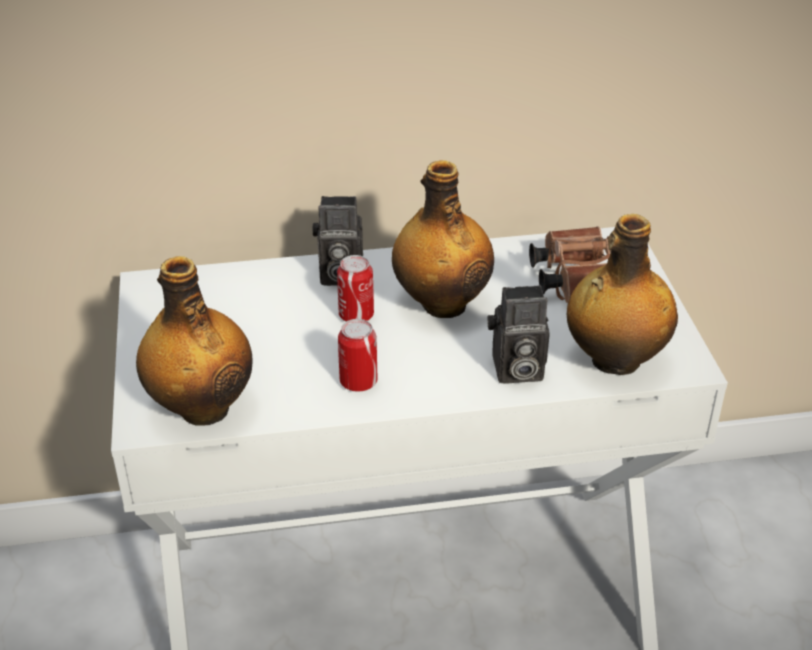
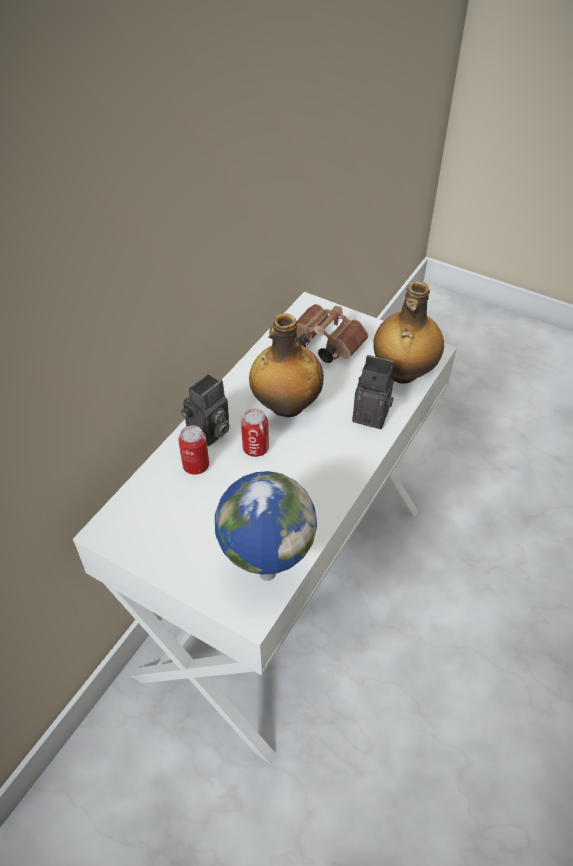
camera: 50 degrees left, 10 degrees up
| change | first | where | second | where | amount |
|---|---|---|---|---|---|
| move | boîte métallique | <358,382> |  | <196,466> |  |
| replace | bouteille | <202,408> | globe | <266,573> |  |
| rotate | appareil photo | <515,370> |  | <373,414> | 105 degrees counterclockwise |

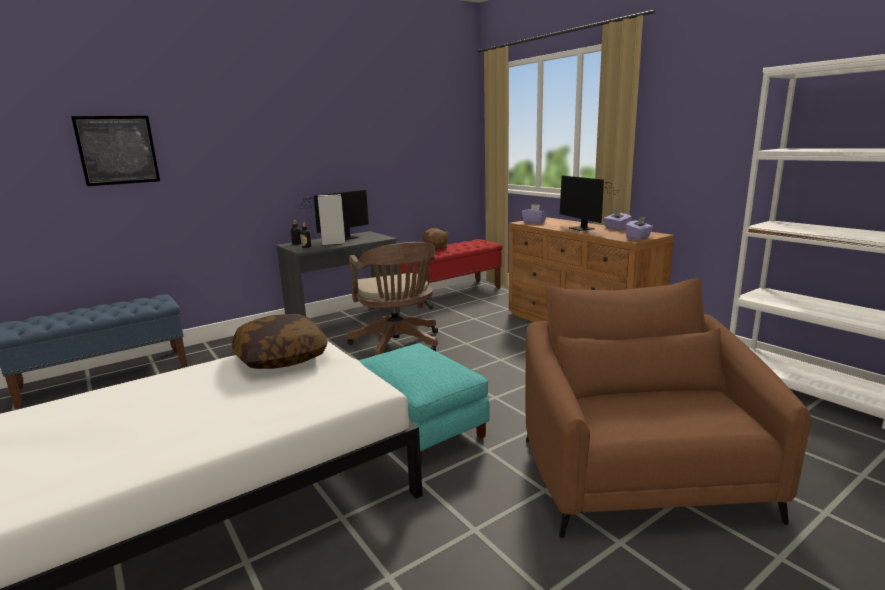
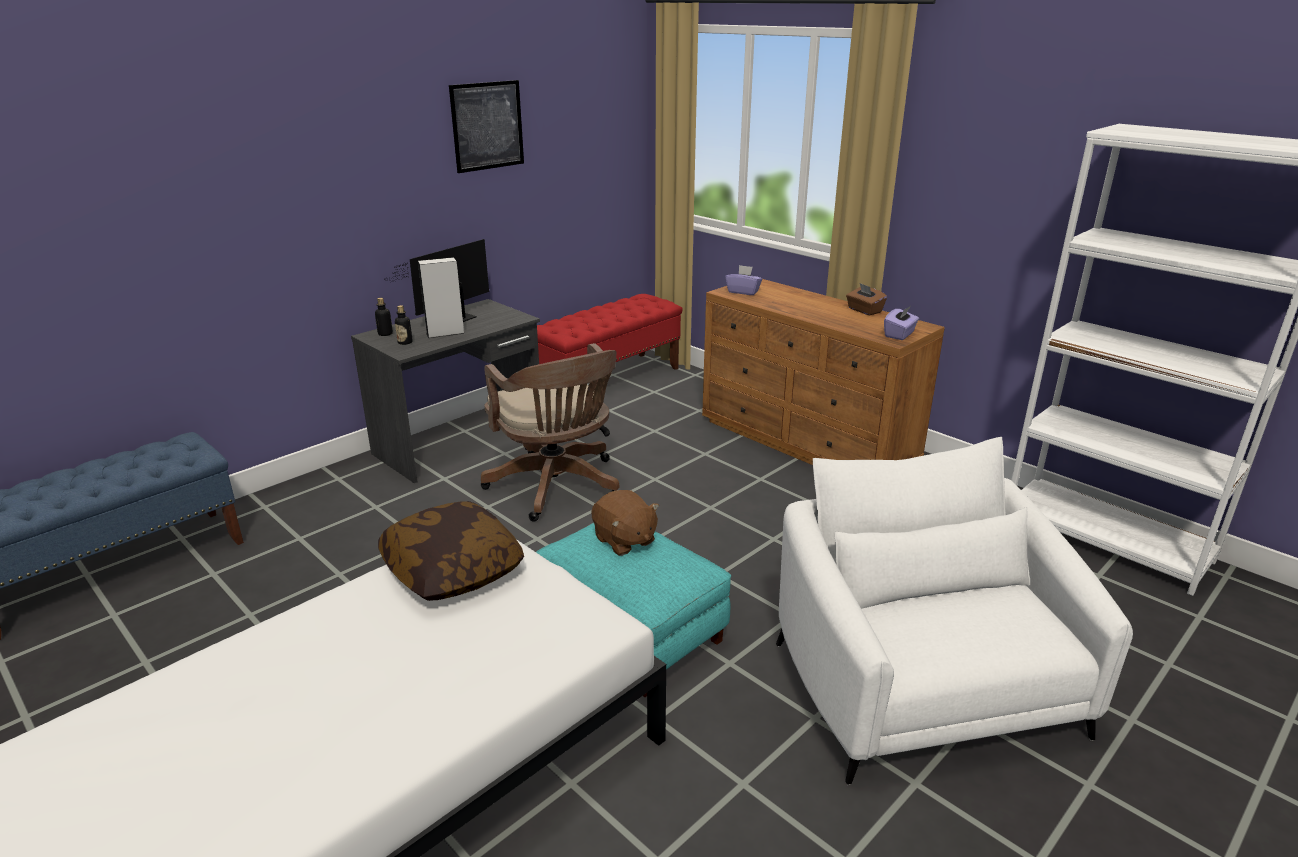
camera: 10 degrees left, 10 degrees up
| change | first | where | second | where | amount |
|---|---|---|---|---|---|
| move | tableau | <117,150> |  | <487,126> |  |
| move | peluche/marron | <435,248> |  | <624,540> |  |
| recolor | fauteuil/marron | <640,475> | fauteuil/blanc | <923,686> |  |
| recolor | boîte à mouchoirs/violet | <616,228> | boîte à mouchoirs/marron | <864,310> |  |
| delete | écran d'ordinateur | <583,229> |  |  |  |

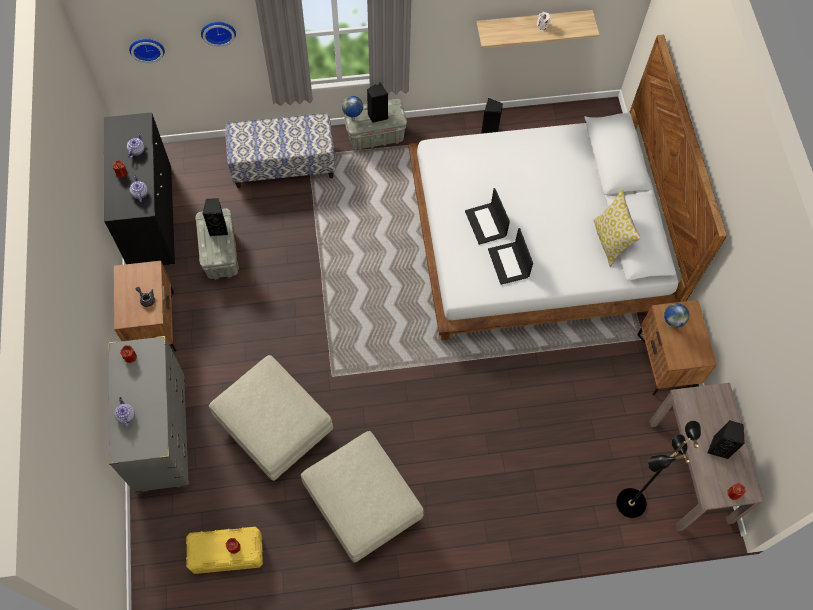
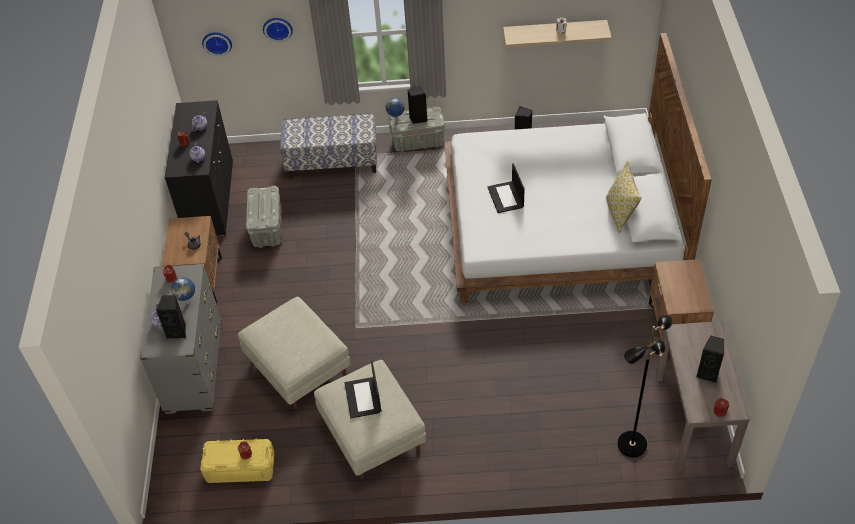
camera: 10 degrees right, 15 degrees down
| change | first | where | second | where | amount |
|---|---|---|---|---|---|
| move | enceinte/noir | <219,228> |  | <178,331> |  |
| move | globe | <670,324> |  | <188,302> |  |
| move | ordinateur portable | <509,263> |  | <363,398> |  |

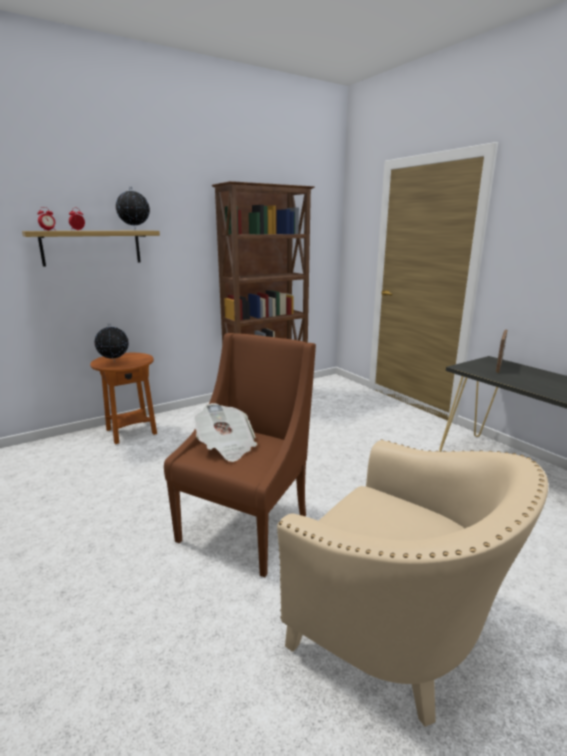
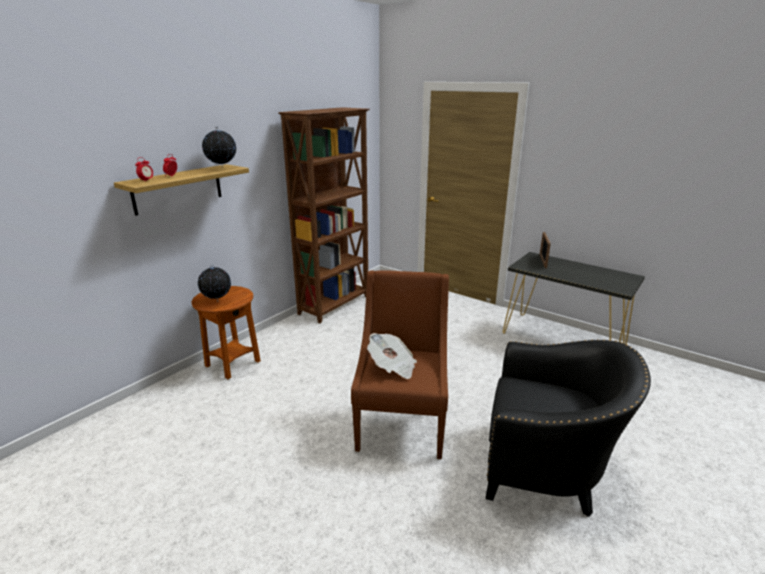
camera: 20 degrees left, 5 degrees up
| change | first | where | second | where | amount |
|---|---|---|---|---|---|
| recolor | fauteuil/beige | <398,633> | fauteuil/noir | <546,470> |  |

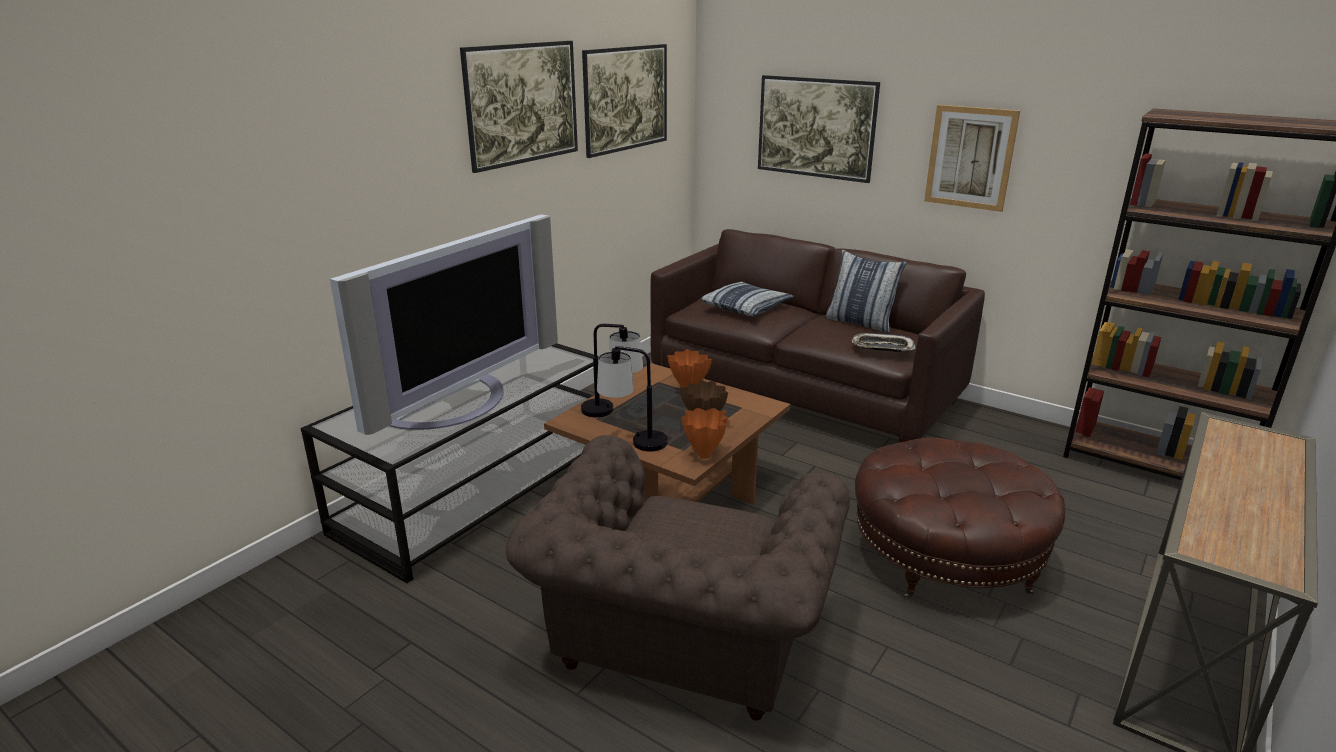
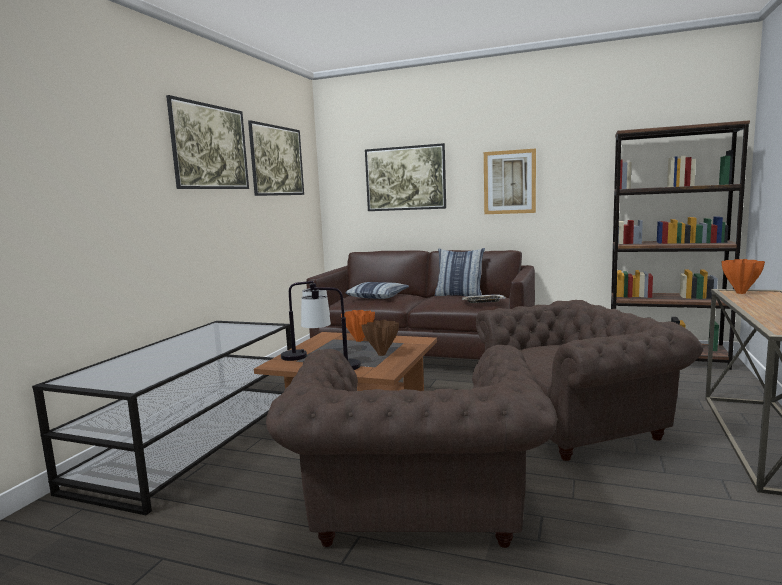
camera: 15 degrees left, 15 degrees down
| change | first | where | second | where | amount |
|---|---|---|---|---|---|
| replace | pouf/marron | <945,557> | fauteuil/marron | <577,422> |  |
| move | vase/orange | <703,456> |  | <740,293> |  |
| delete | téléviseur | <455,403> |  |  |  |

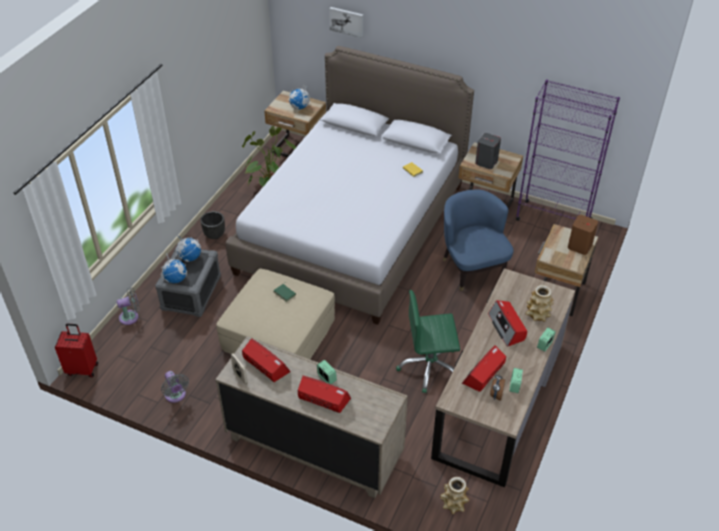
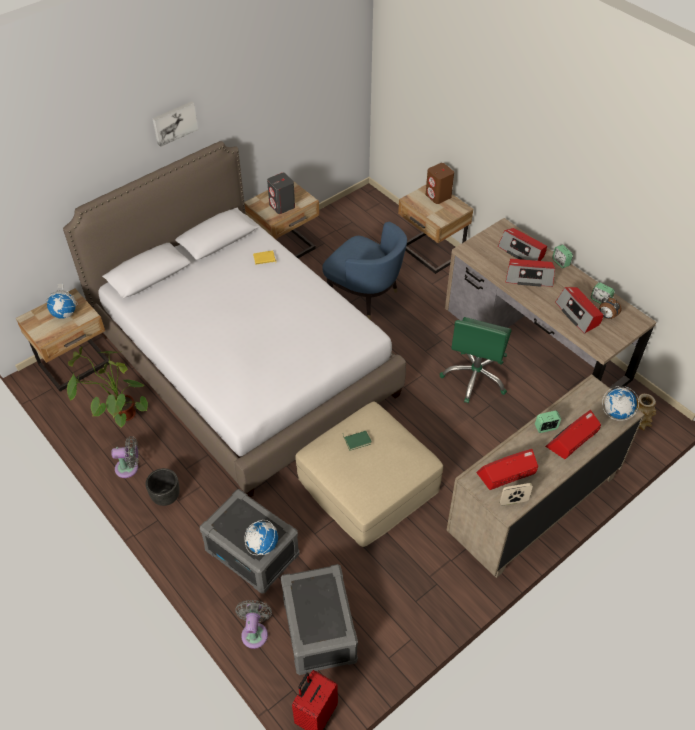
camera: 65 degrees left, 5 degrees up
| change | first | where | second | where | amount |
|---|---|---|---|---|---|
| move | ventilateur/gris | <176,396> |  | <129,468> |  |
| move | tableau | <347,21> |  | <174,123> |  |
| insert |  |  | boîte de rangement/gris | <320,629> |  |
| rotate | fauteuil/bleu | <472,268> |  | <364,296> | 150 degrees counterclockwise |
| replace | vase | <537,314> | radio | <522,252> |  |
| move | globe | <190,257> |  | <616,413> |  |
| delete | bibliothèque/violet | <553,219> |  |  |  |

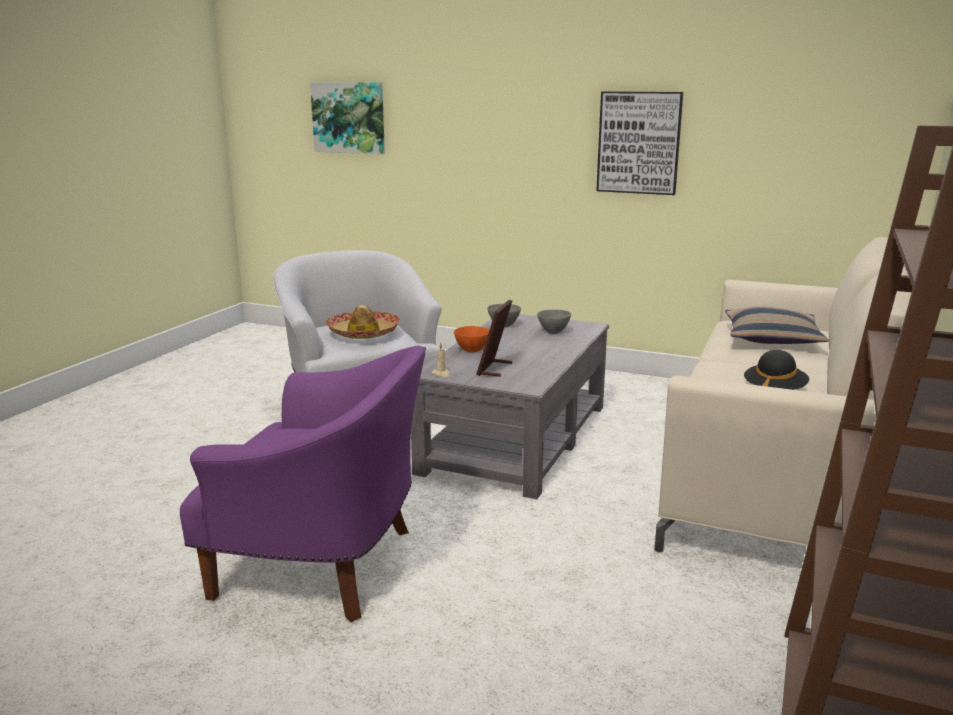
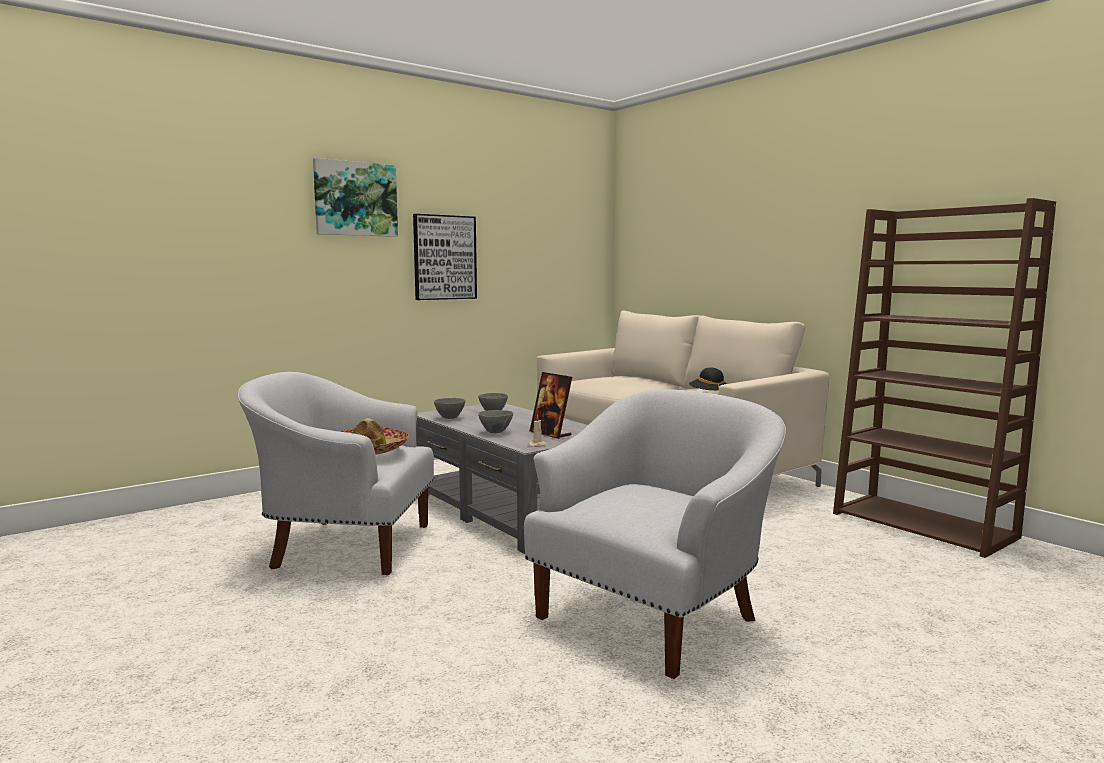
camera: 60 degrees left, 10 degrees down
| change | first | where | second | where | amount |
|---|---|---|---|---|---|
| move | tableau | <349,117> |  | <355,199> |  |
| recolor | bol/orange | <472,350> | bol/gris | <495,432> |  |
| recolor | fauteuil/violet | <324,565> | fauteuil/blanc | <654,617> |  |
| delete | coussin | <772,338> |  |  |  |

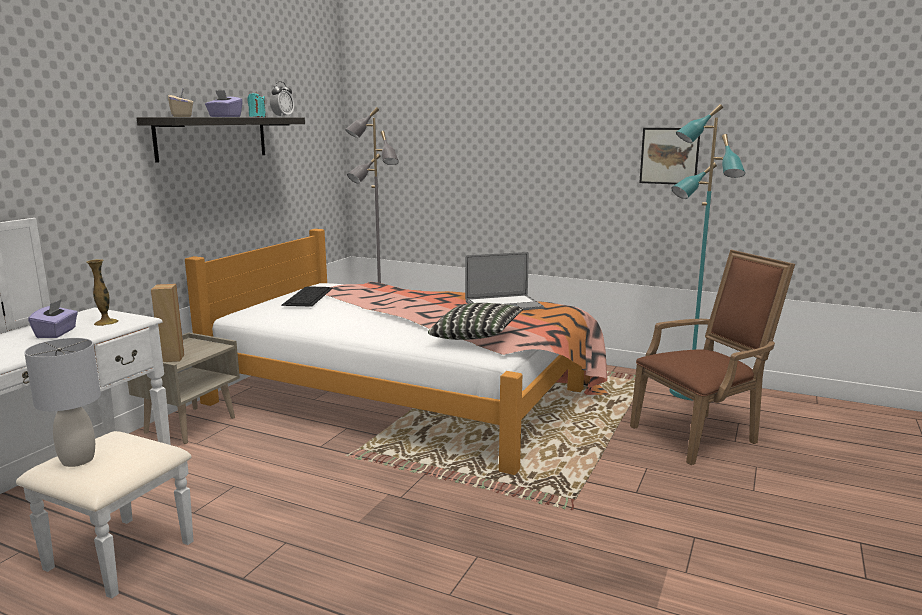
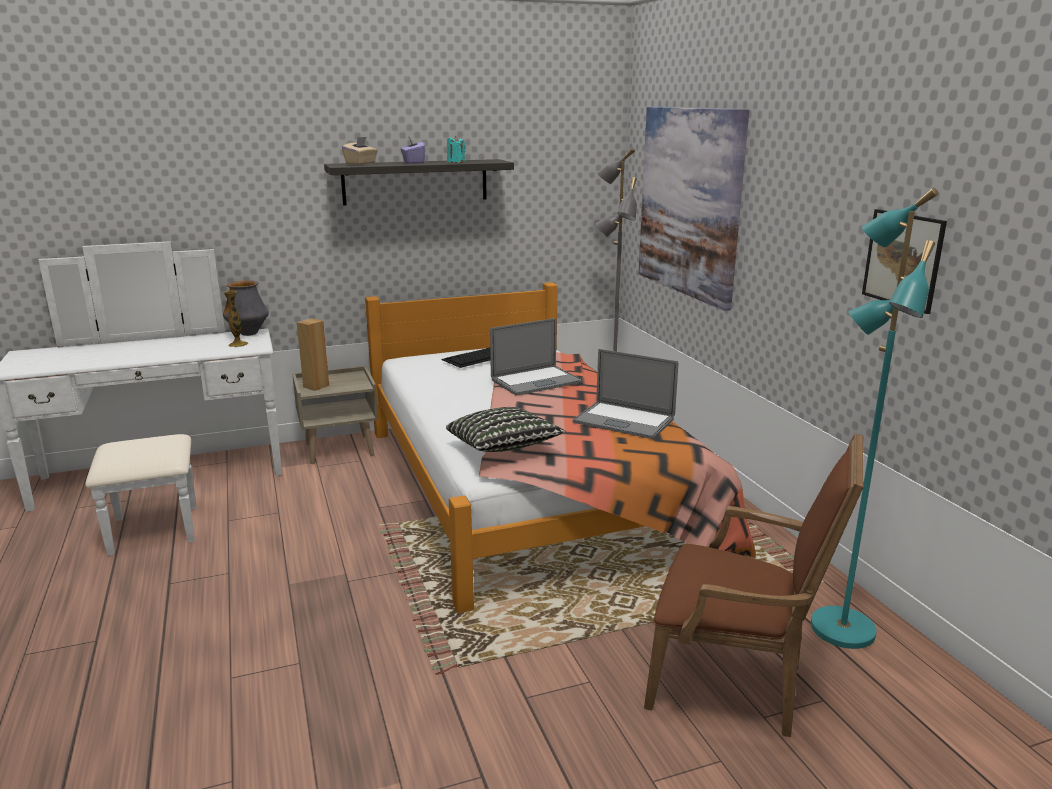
camera: 45 degrees right, 5 degrees up
| change | first | where | second | where | amount |
|---|---|---|---|---|---|
| insert |  |  | vase | <248,333> |  |
| insert |  |  | ordinateur portable | <536,381> |  |
| insert |  |  | tableau | <689,202> |  |
| delete | lampe de table/gris | <78,460> |  |  |  |
| delete | boîte à mouchoirs/violet | <56,333> |  |  |  |
| delete | réveil | <283,117> |  |  |  |

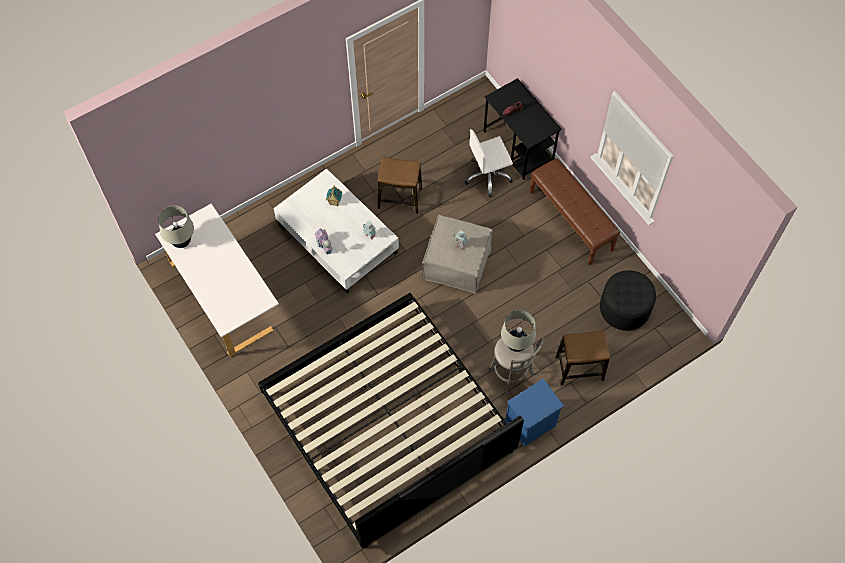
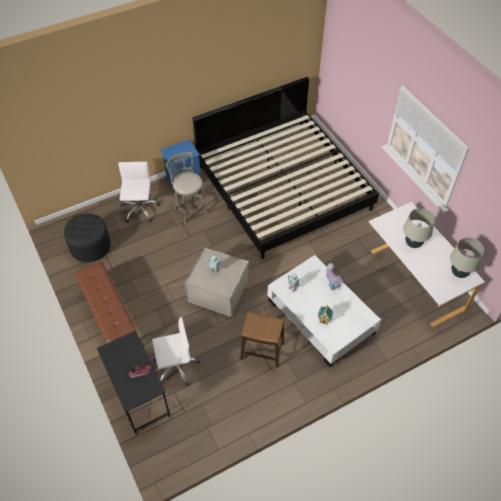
camera: 175 degrees left, 10 degrees down
| change | first | where | second | where | amount |
|---|---|---|---|---|---|
| replace | tabouret | <579,369> | chaise de bureau/blanc | <139,209> |  |
| move | lampe de table/beige | <516,344> |  | <413,243> |  |

